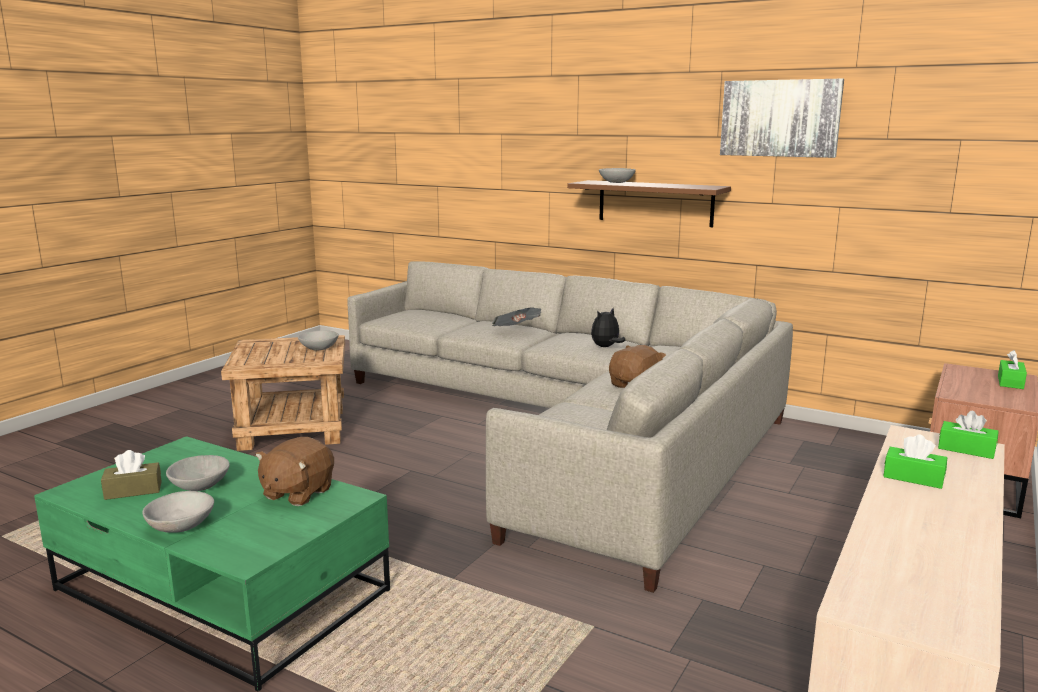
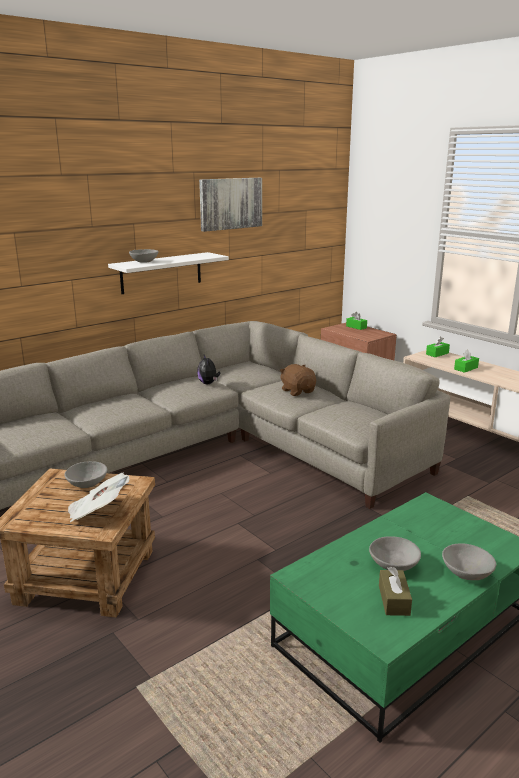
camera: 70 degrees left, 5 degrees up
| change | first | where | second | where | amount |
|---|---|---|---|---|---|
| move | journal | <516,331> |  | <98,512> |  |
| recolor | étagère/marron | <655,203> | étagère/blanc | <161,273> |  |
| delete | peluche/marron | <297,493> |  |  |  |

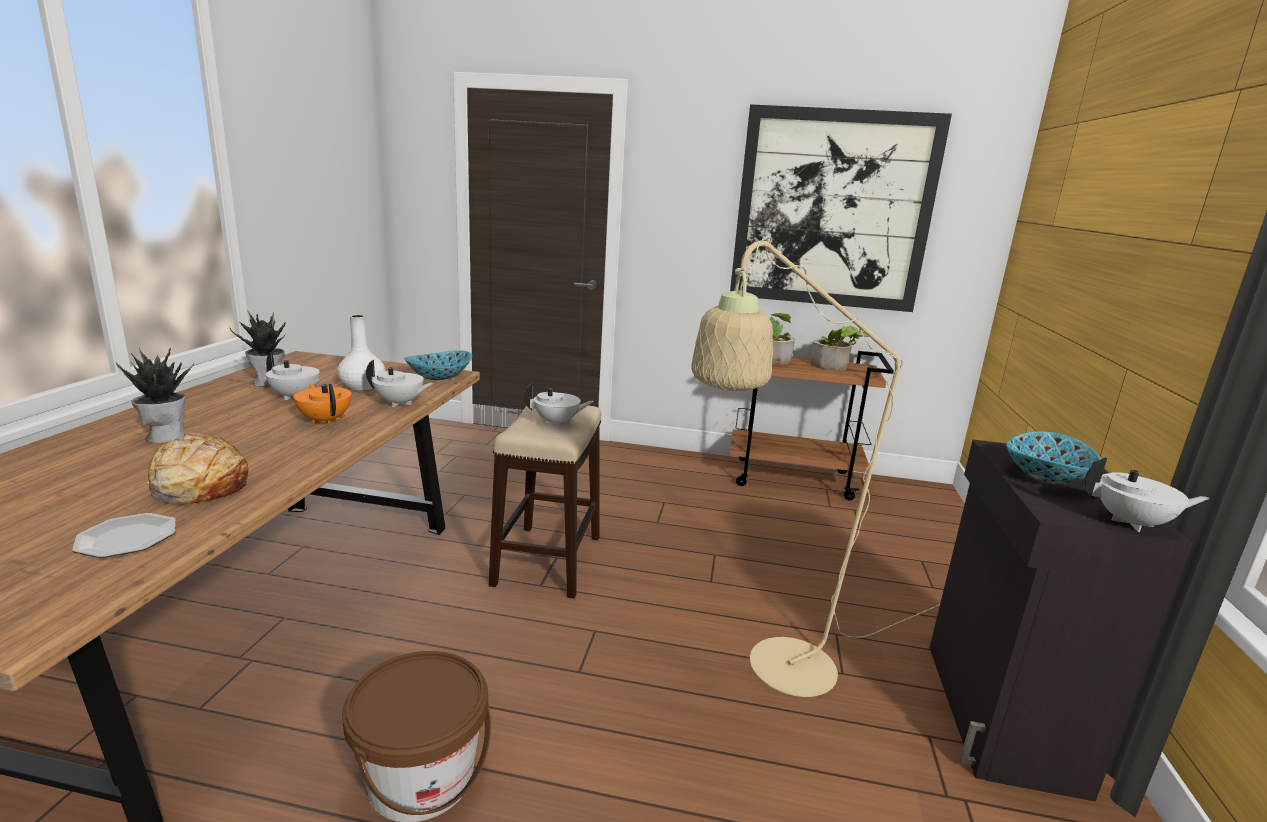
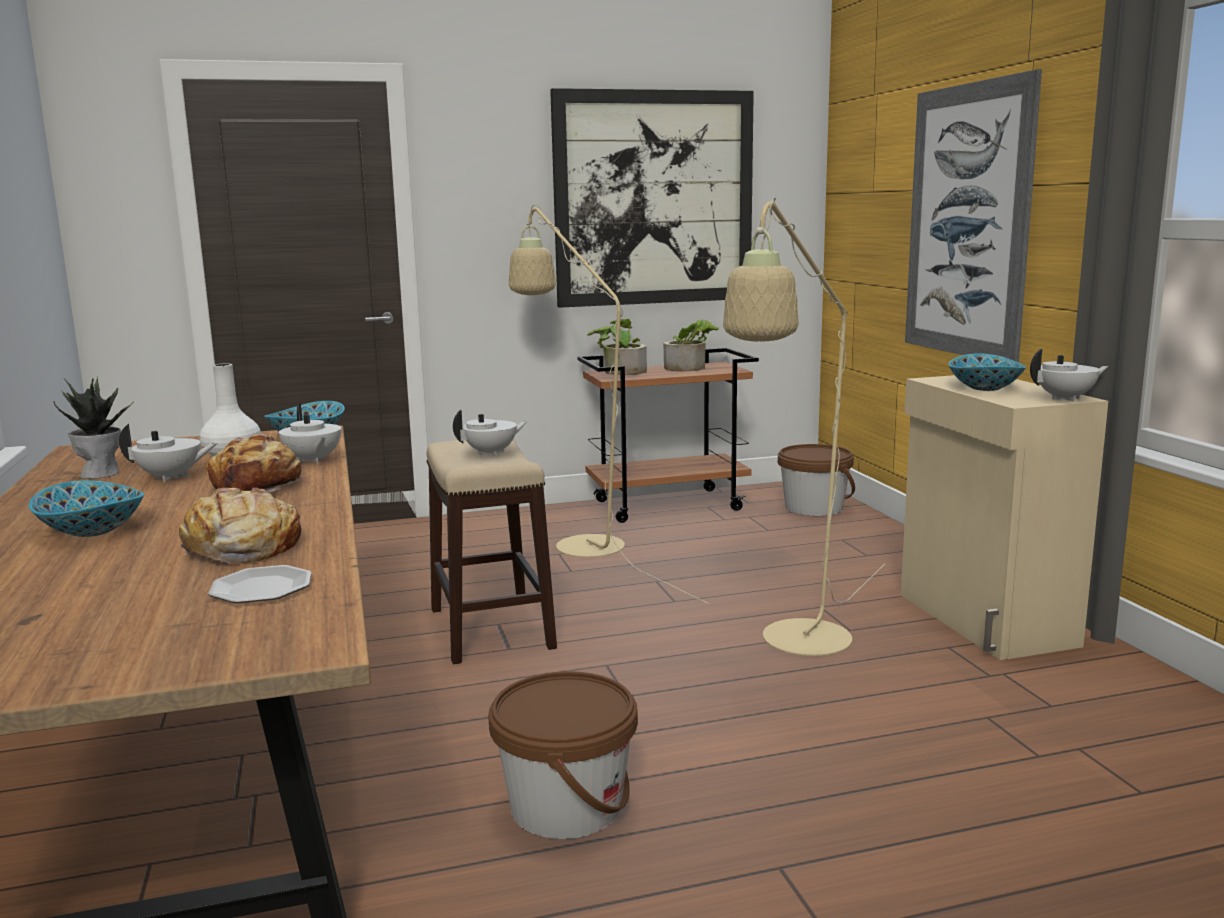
camera: 25 degrees left, 5 degrees down
| change | first | where | second | where | amount |
|---|---|---|---|---|---|
| replace | plante en pot | <166,436> | bol | <93,530> |  |
| replace | théière/orange | <325,420> | pain | <258,486> |  |
| rotate | théière/blanc | <400,403> |  | <312,460> | 75 degrees clockwise |
| insert |  |  | lampadaire/beige | <580,541> |  |
| insert |  |  | seau/marron | <814,508> |  |
| recolor | meuble de rangement/noir | <997,714> | meuble de rangement/beige | <984,620> |  |
| insert |  |  | tableau | <967,222> |  |

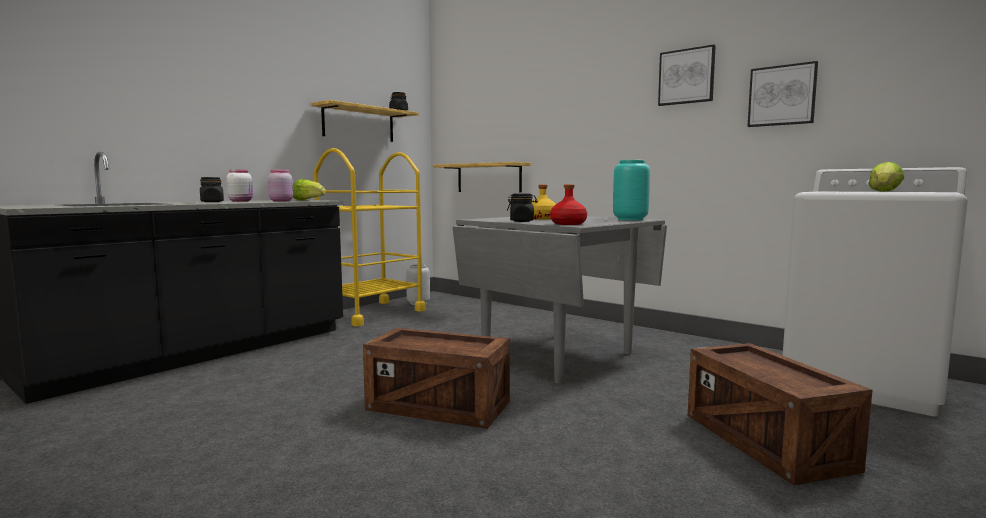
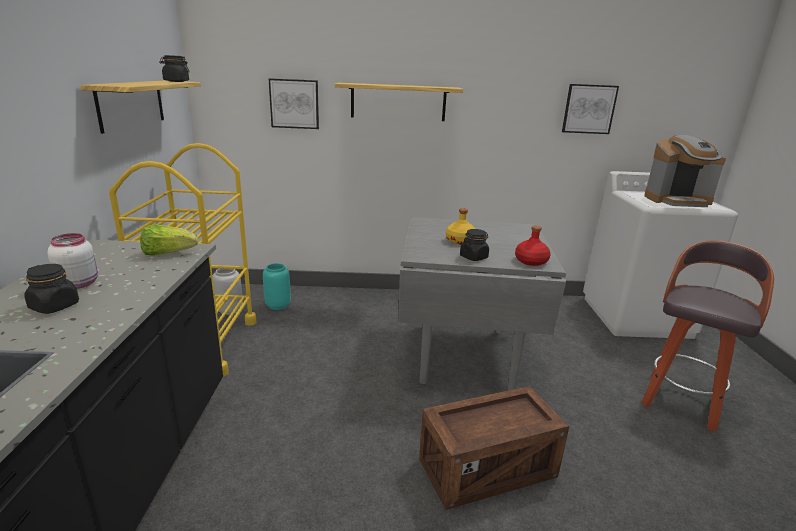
camera: 40 degrees left, 15 degrees up
| change | first | where | second | where | amount |
|---|---|---|---|---|---|
| move | vase/turquoise | <631,219> |  | <278,305> |  |
| move | tableau | <686,76> |  | <294,104> |  |
| move | étagère | <489,178> |  | <398,102> |  |
| replace | caisse | <766,442> | tabouret | <680,401> |  |
| replace | laitue | <884,191> | machine à café | <677,201> |  |
| delete | bocal/rose | <280,201> |  |  |  |

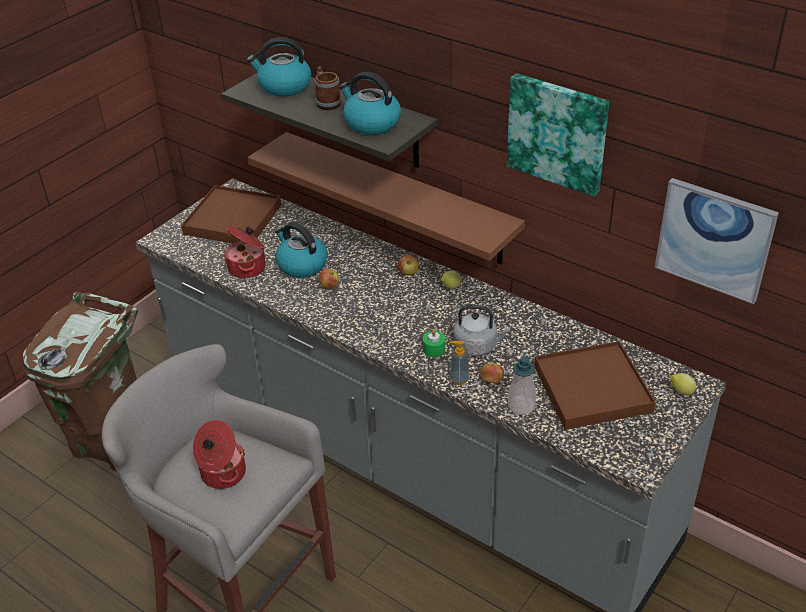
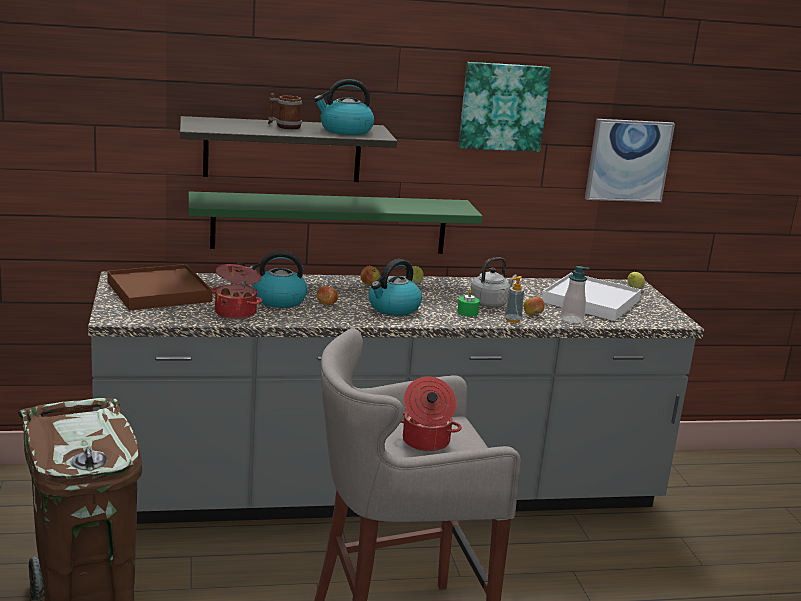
camera: 50 degrees left, 20 degrees down
| change | first | where | second | where | amount |
|---|---|---|---|---|---|
| recolor | étagère/marron | <398,198> | étagère/vert | <330,223> |  |
| move | bouilloire | <284,86> |  | <393,308> |  |
| recolor | plateau/marron | <592,389> | plateau/blanc | <591,301> |  |

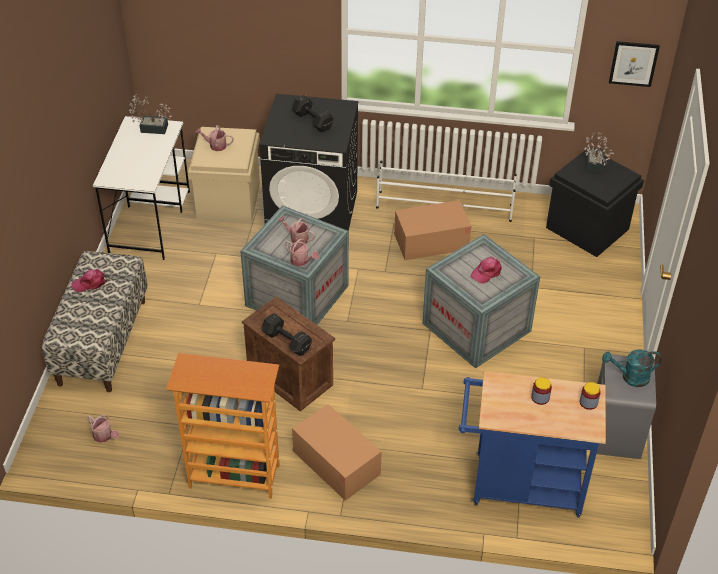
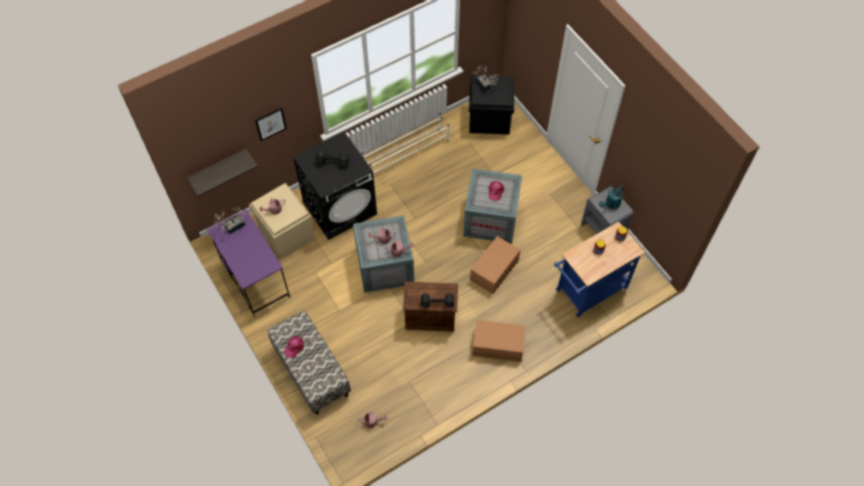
camera: 40 degrees left, 15 degrees up
| change | first | where | second | where | amount |
|---|---|---|---|---|---|
| insert |  |  | étagère | <218,168> |  |
| recolor | bureau/blanc | <150,221> | bureau/violet | <255,278> |  |
| move | tableau | <633,63> |  | <270,123> |  |
| move | carton | <431,241> |  | <494,270> |  |
| delete | bibliothèque | <234,477> |  |  |  |

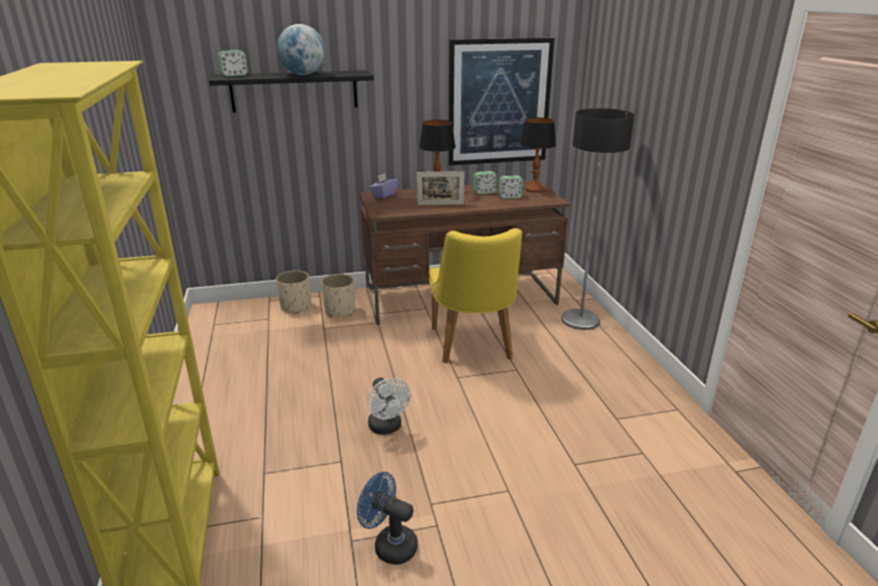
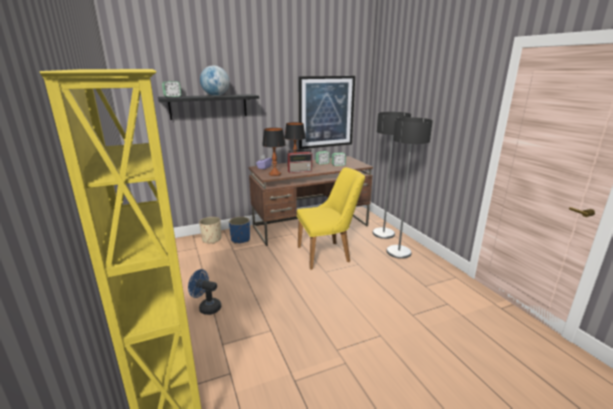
camera: 10 degrees left, 5 degrees down
| change | first | where | second | where | amount |
|---|---|---|---|---|---|
| move | ventilateur/bleu | <389,544> |  | <207,307> |  |
| recolor | cache-pot/beige | <340,311> | cache-pot/bleu | <240,239> |  |
| move | lampe de table | <534,189> |  | <275,174> |  |
| replace | cadre photo | <440,204> | radio | <300,170> |  |
| rotate | chaise/jaune | <473,347> |  | <328,254> | 90 degrees counterclockwise |
| insert |  |  | lampadaire | <399,252> |  |
| delete | ventilateur/blanc | <387,428> |  |  |  |

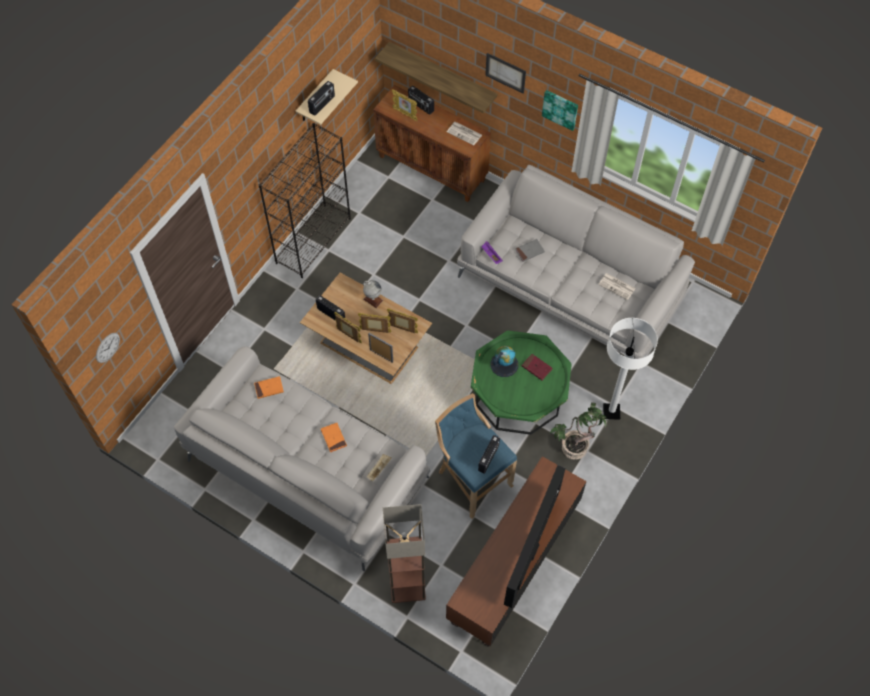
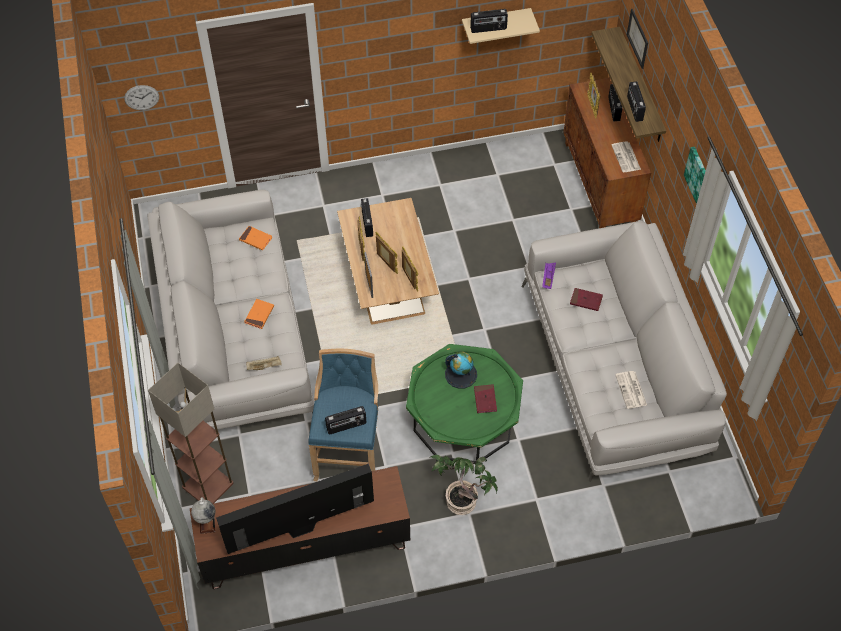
camera: 45 degrees right, 5 degrees down
| change | first | where | second | where | amount |
|---|---|---|---|---|---|
| move | globe | <373,300> |  | <207,522> |  |
| recolor | livre/gris | <529,251> | livre/rouge | <586,300> |  |
| move | tableau | <505,72> |  | <638,38> |  |
| insert |  |  | radio | <634,109> |  |
| delete | bibliothèque/noir | <313,240> |  |  |  |
| delete | lampadaire/blanc | <611,412> |  |  |  |

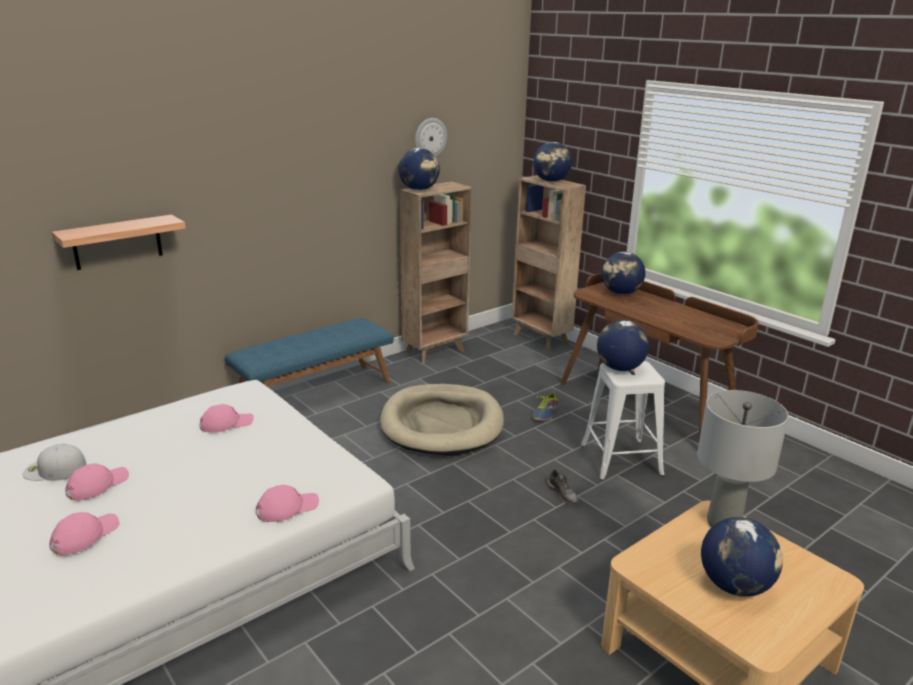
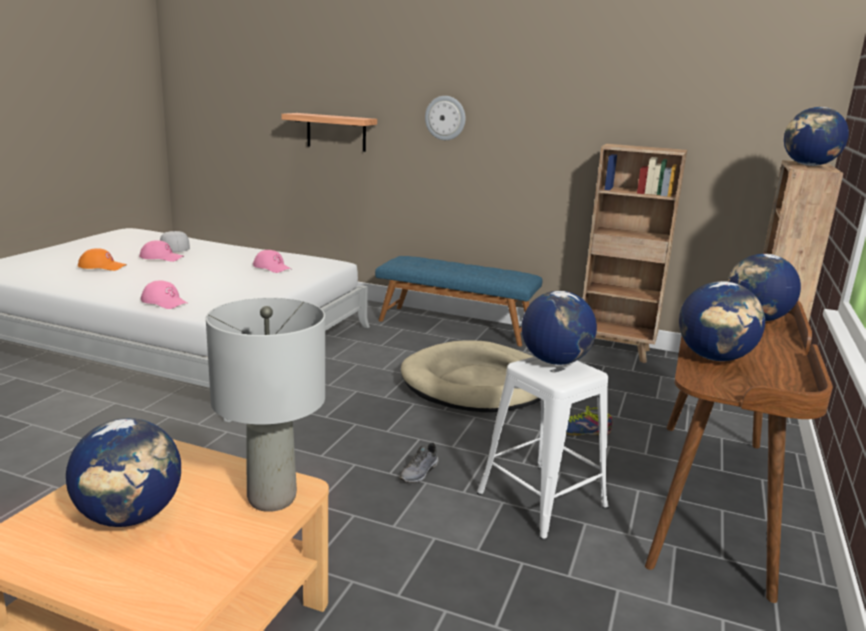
camera: 60 degrees right, 5 degrees down
| change | first | where | second | where | amount |
|---|---|---|---|---|---|
| recolor | casquette/rose | <85,535> | casquette/orange | <102,266> |  |
| move | horloge murale | <430,138> |  | <445,118> |  |
| move | globe | <419,189> |  | <714,358> |  |

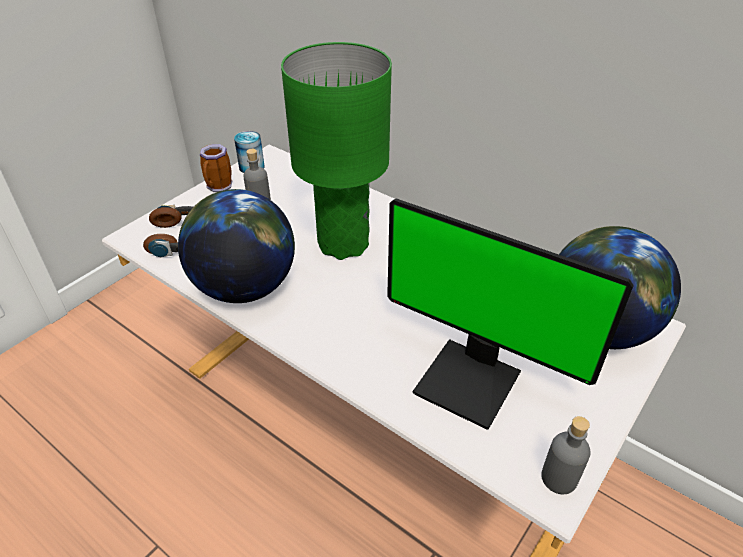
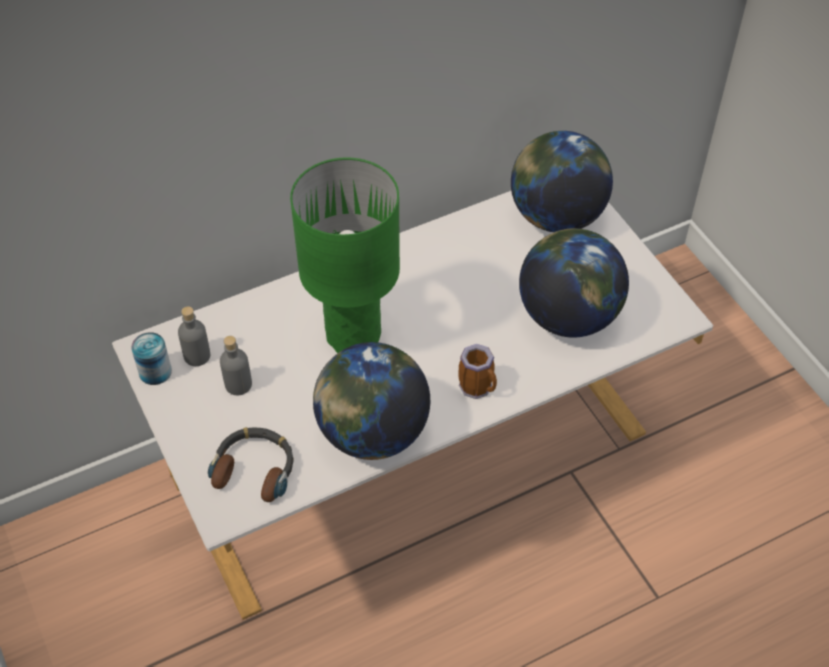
camera: 65 degrees left, 10 degrees up
| change | first | where | second | where | amount |
|---|---|---|---|---|---|
| move | bouteille/gris | <559,478> |  | <197,356> |  |
| move | mug | <219,187> |  | <478,387> |  |
| replace | écran d'ordinateur | <471,381> | globe | <568,316> |  |

